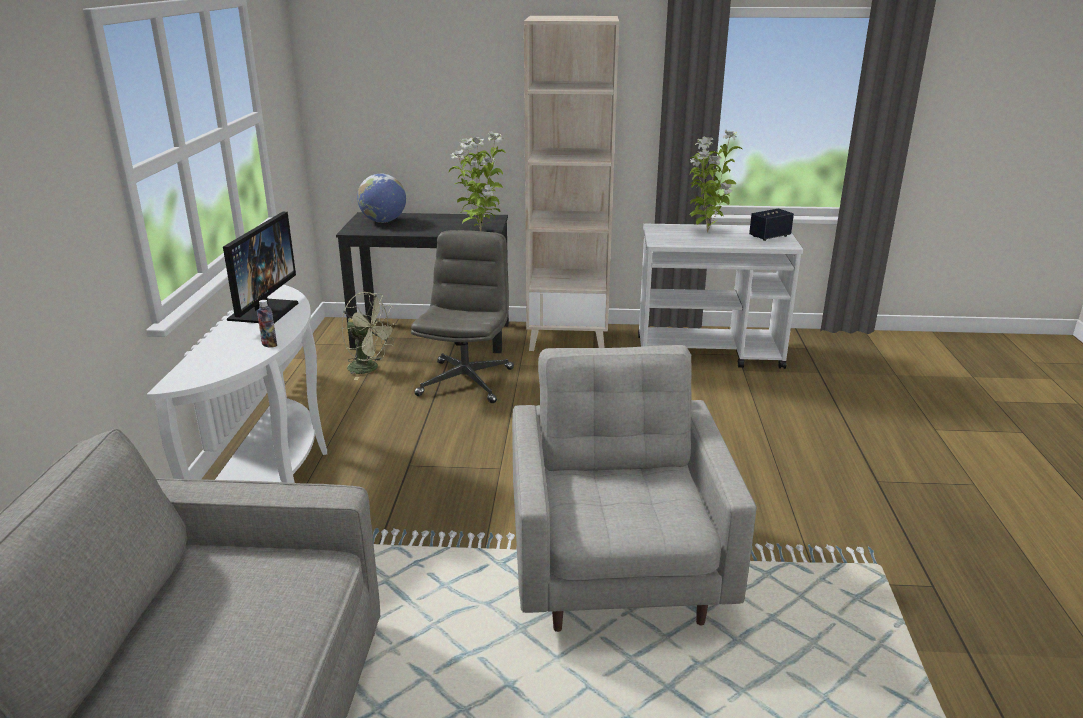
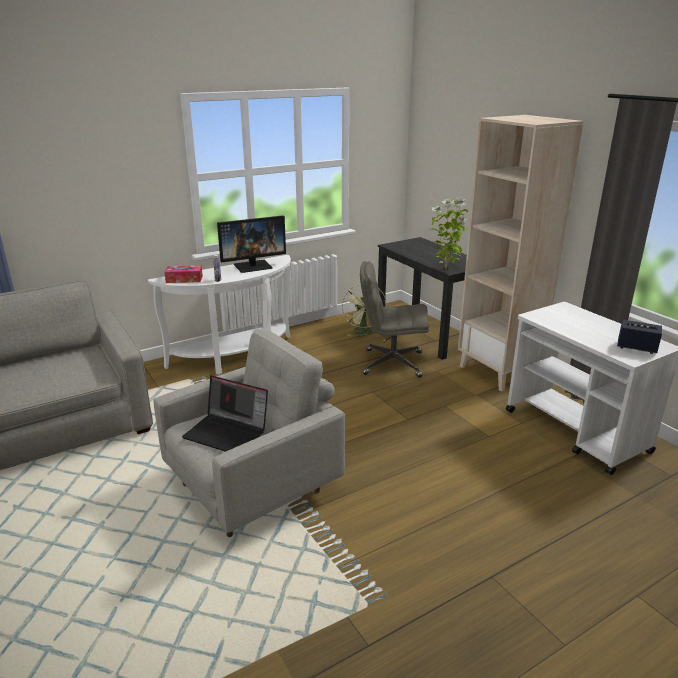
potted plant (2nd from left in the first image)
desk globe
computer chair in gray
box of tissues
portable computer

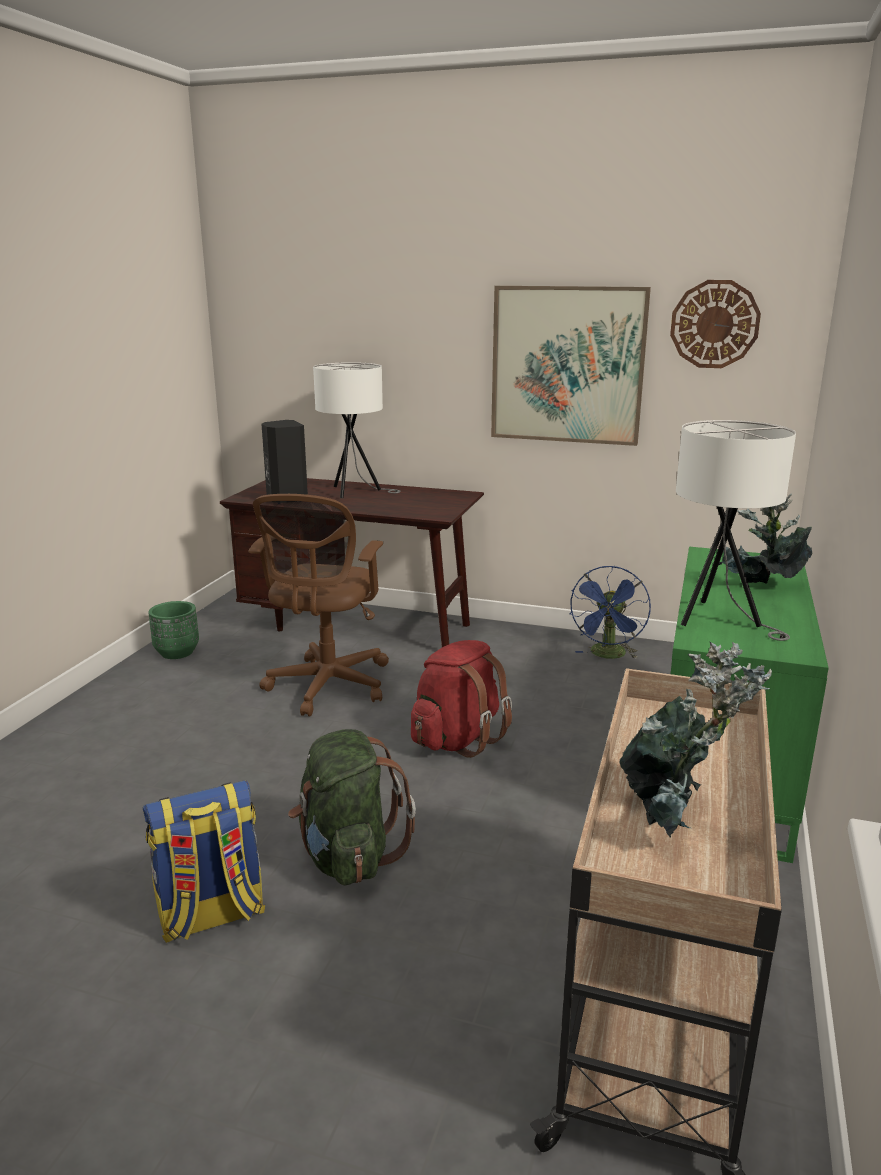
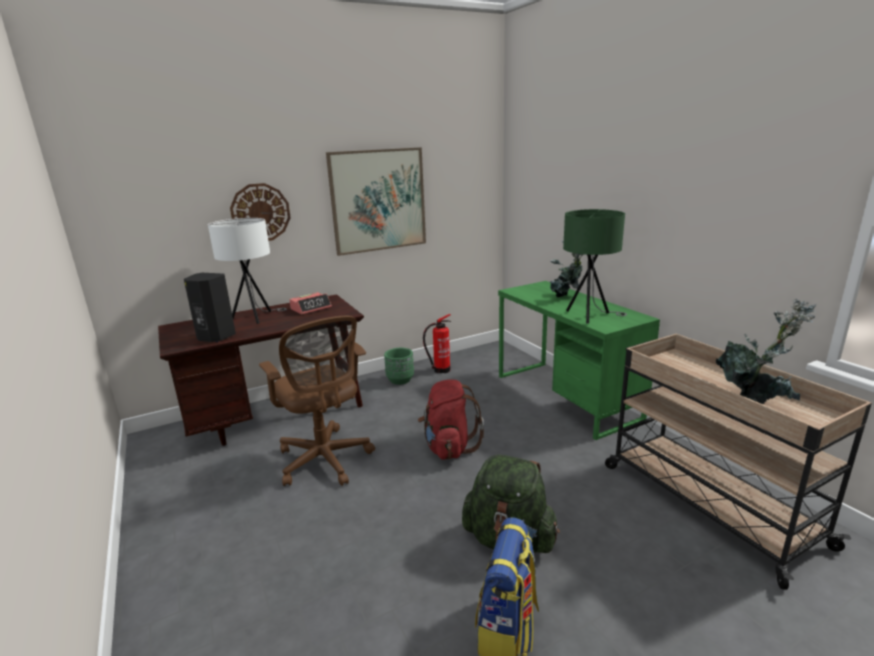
clock on the wall
table lamp in green-coloured
fire-fighting cylinder
flower pot in green-coloured
table clock

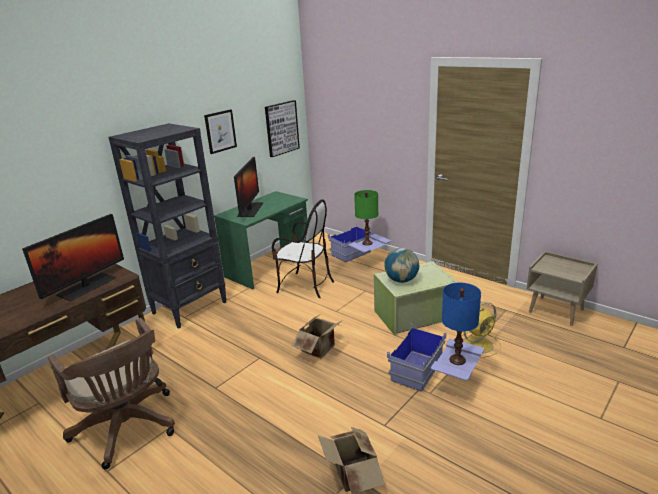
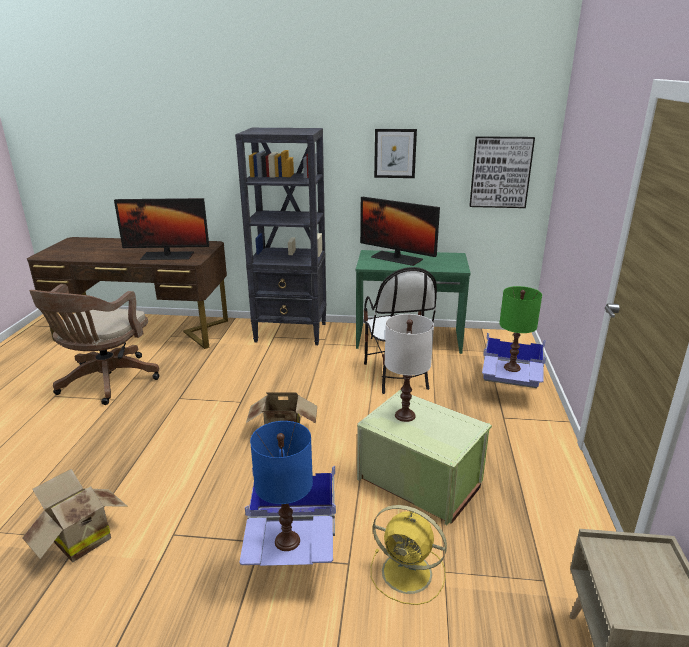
computer display (2nd from left)
table lamp in white

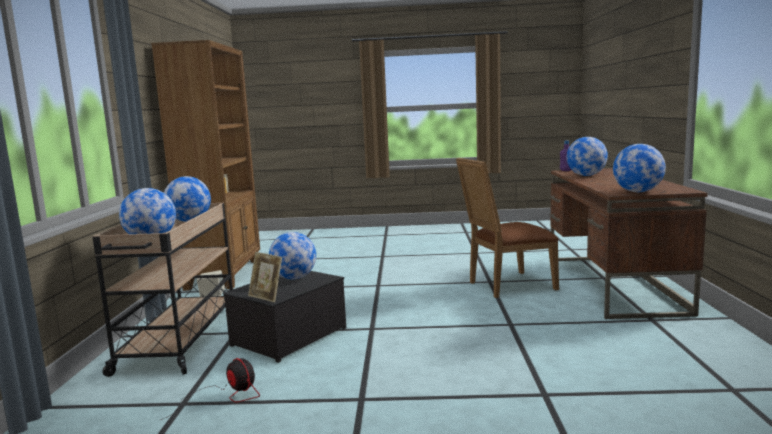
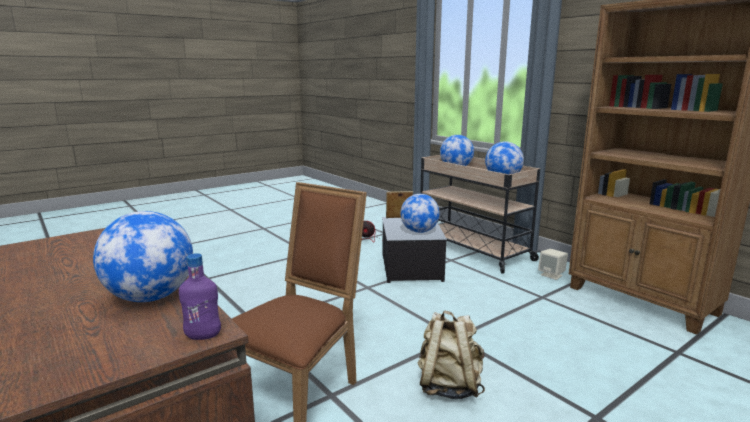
desk globe (5th from left in the first image)
backpack in beige

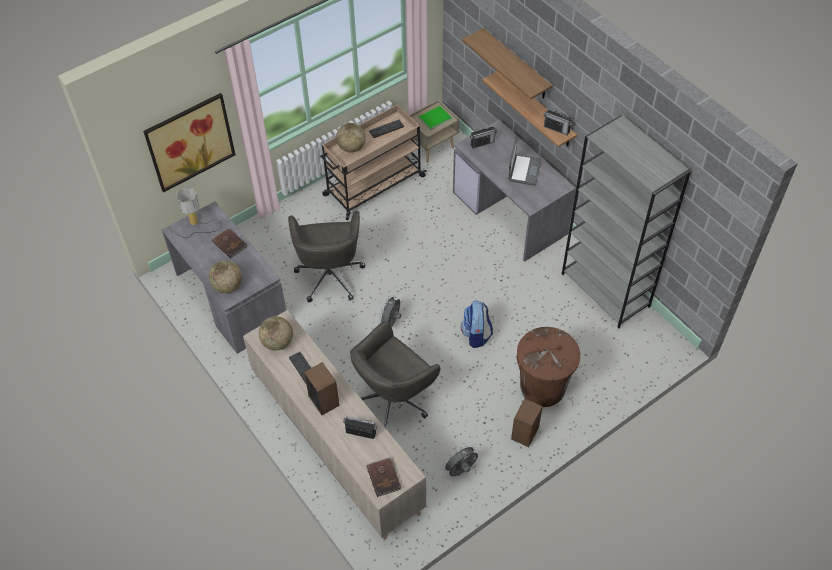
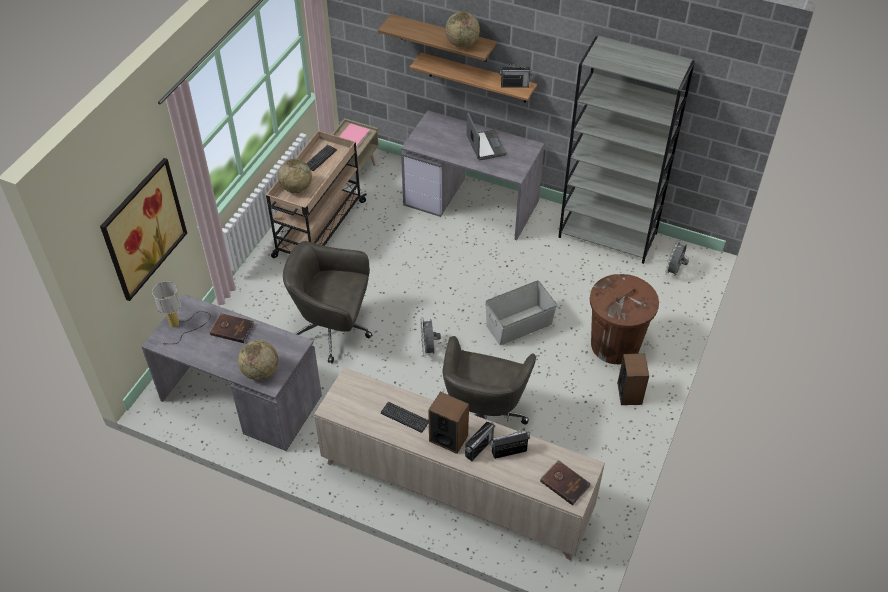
book in pink-coloured
radio set (1st from left)
computer chair in gray (1st from left)
storage bin in gray
desk globe (3rd from left)
cooling fan in gray (2nd from left)

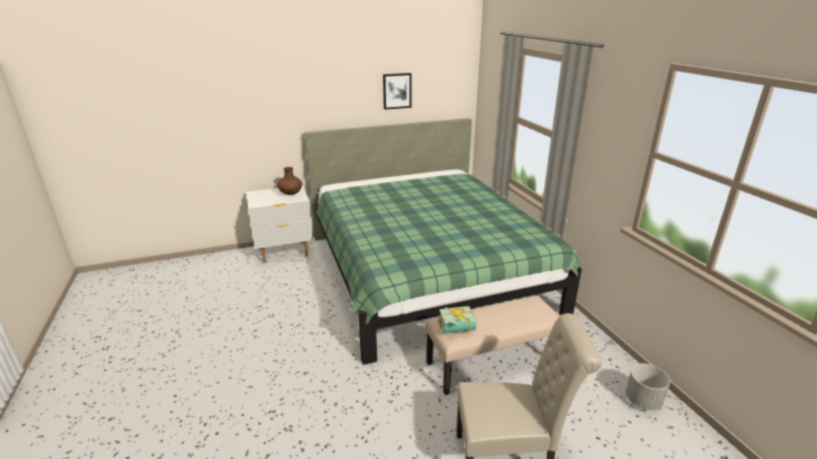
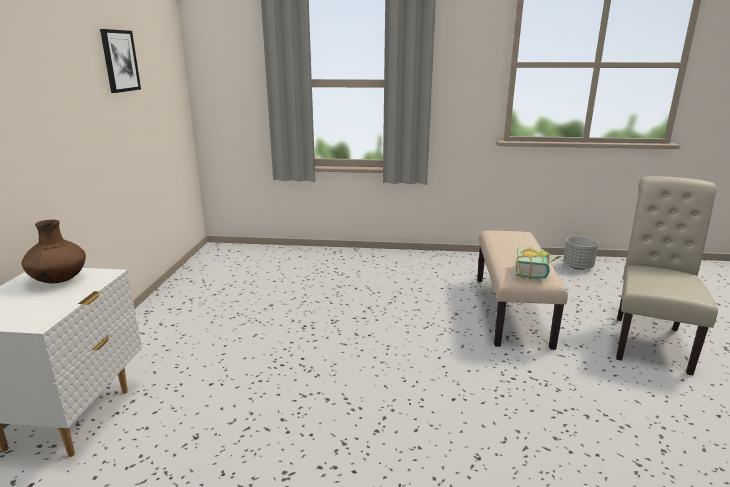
sleeping bed in green-coloured

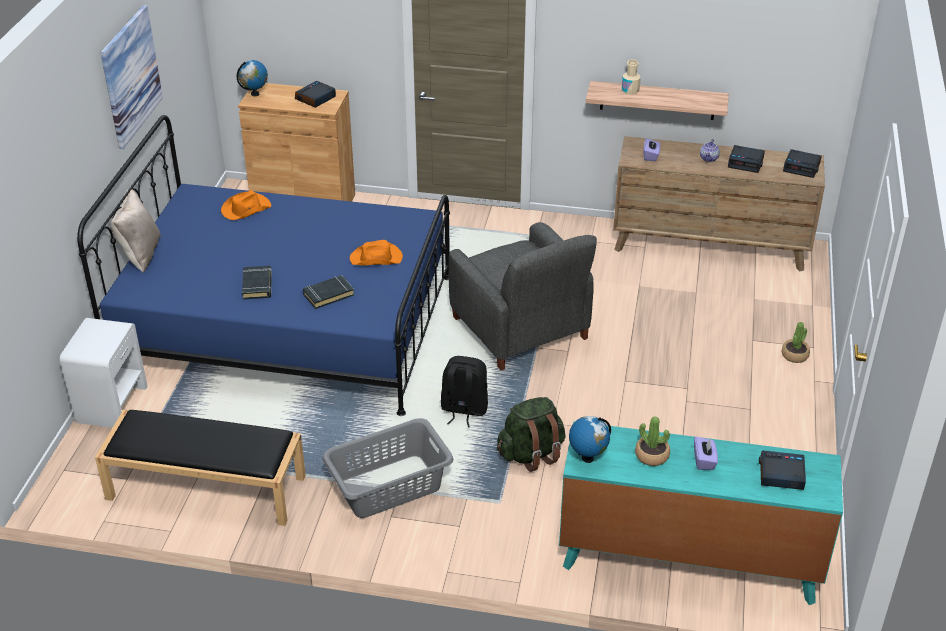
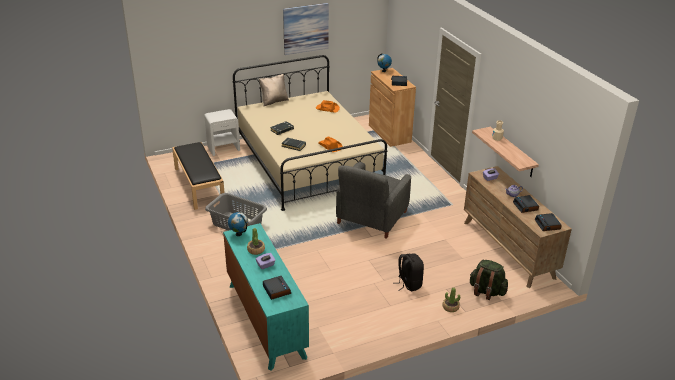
sleeping bed in beige
backpack in blackish
backpack in green-coloured

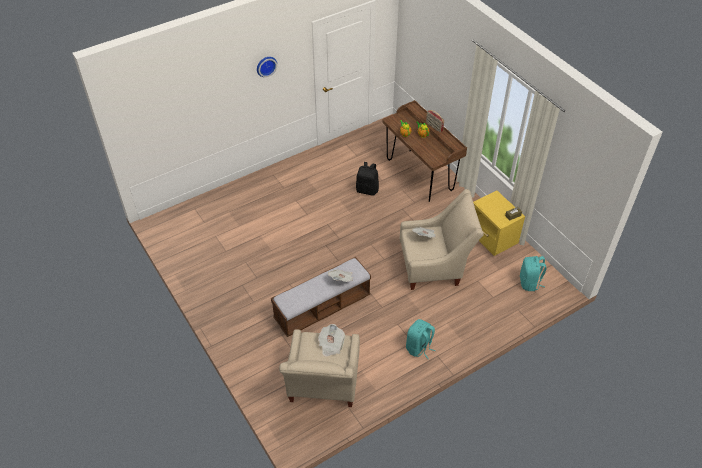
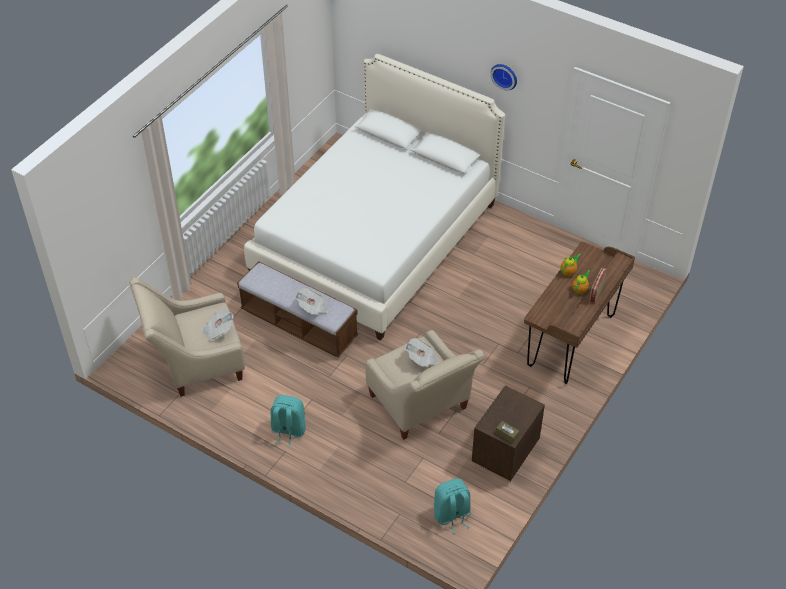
backpack in blackish
night table in brownish
sleeping bed in white

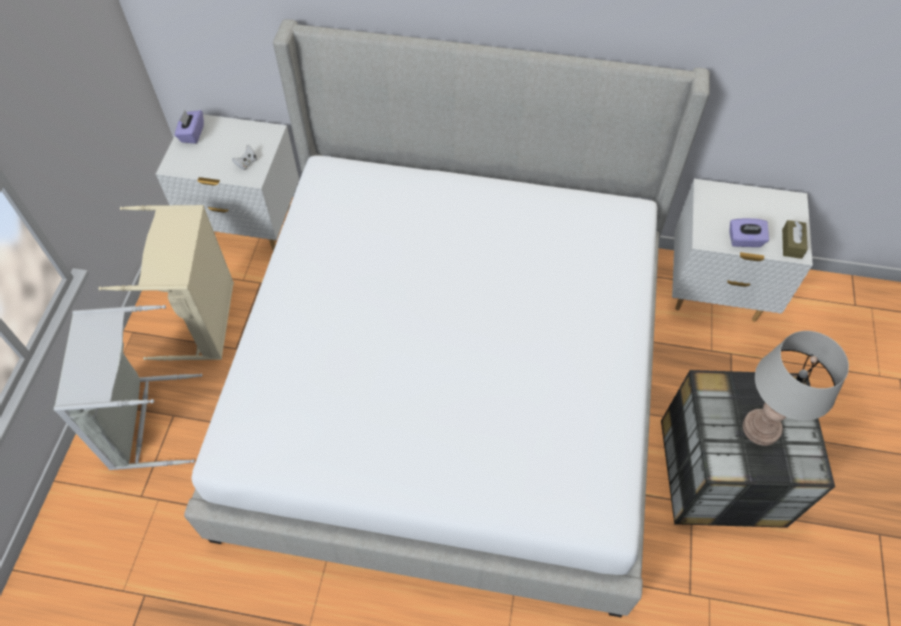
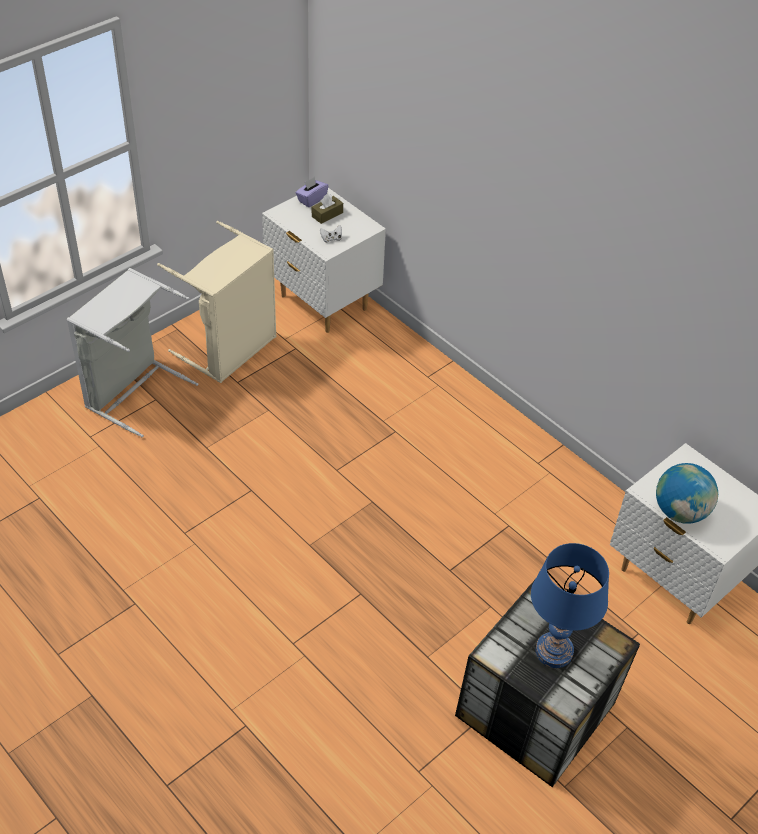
sleeping bed
desk globe
box of tissues in brownish
table lamp in blue-coloured

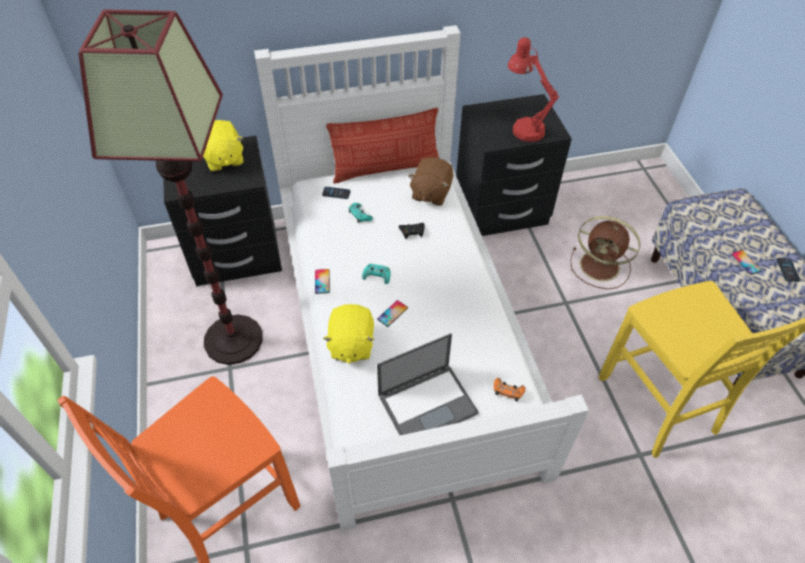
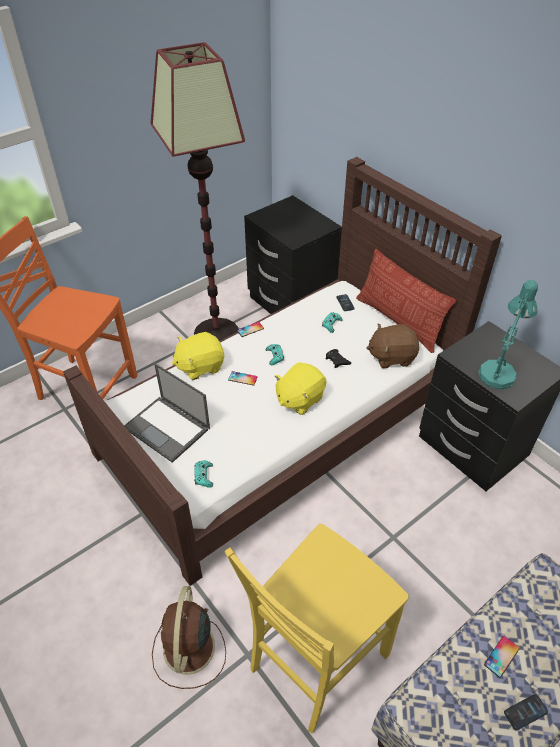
sleeping bed in brownish
table lamp in turquoise-coloured
soft toy in yellowish (2nd from left)
cooling fan in brownish
joypad in turquoise-coloured (1st from left)

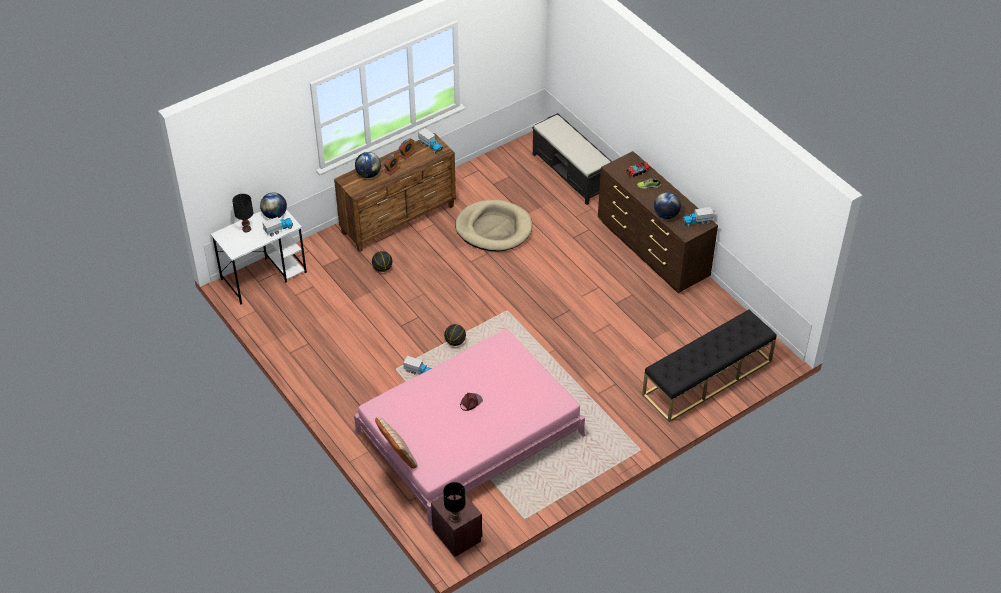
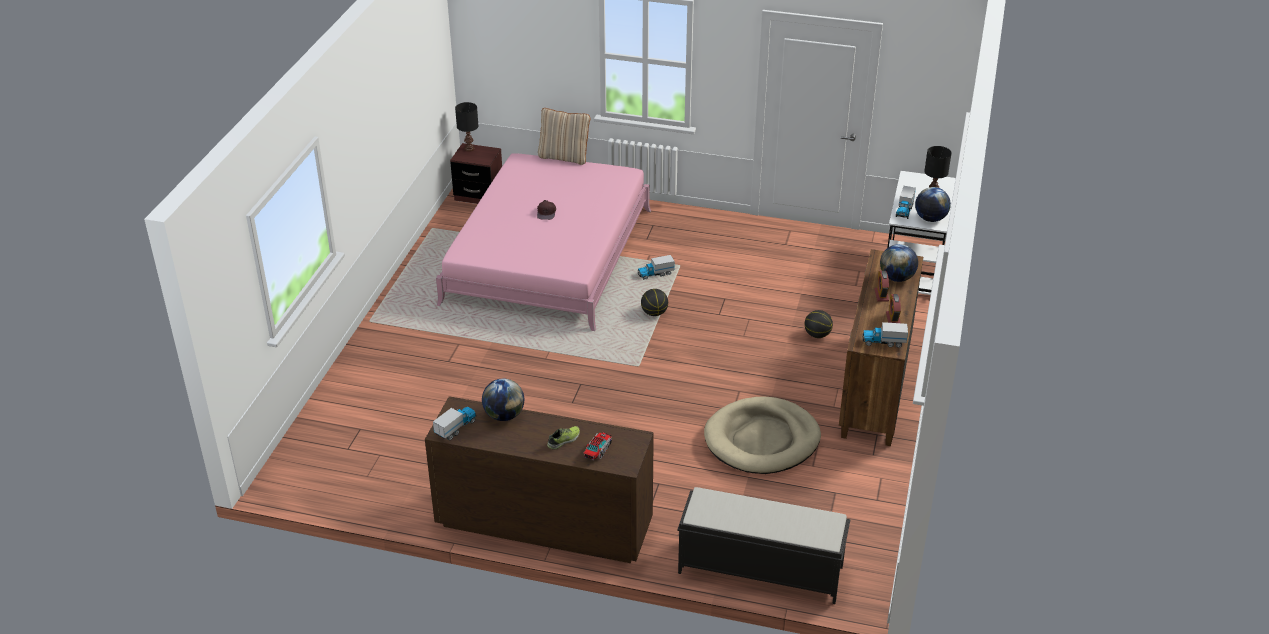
long seat in blackish (2nd from left in the first image)

